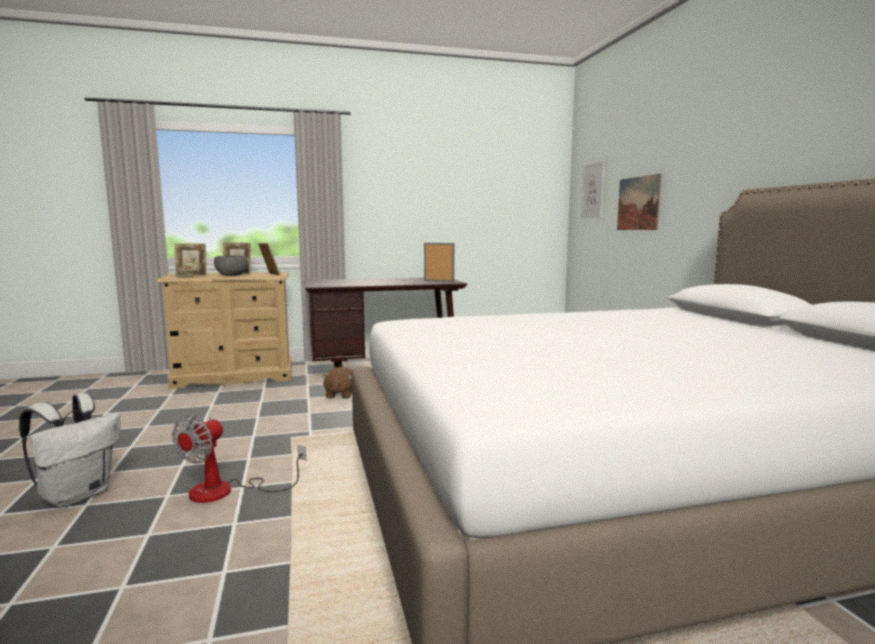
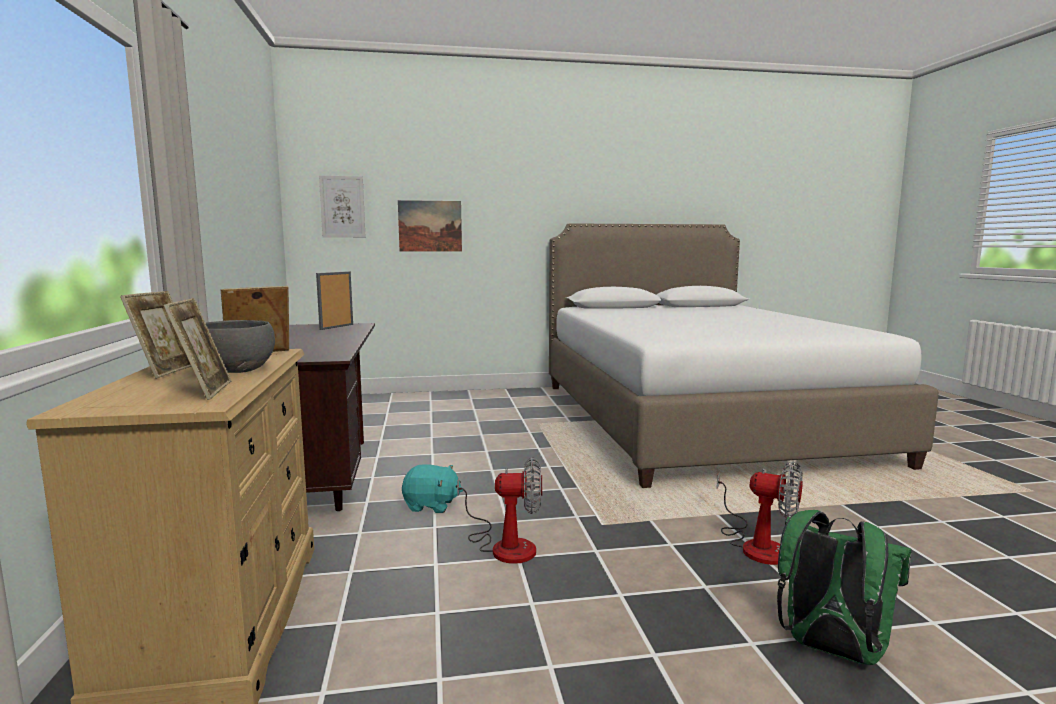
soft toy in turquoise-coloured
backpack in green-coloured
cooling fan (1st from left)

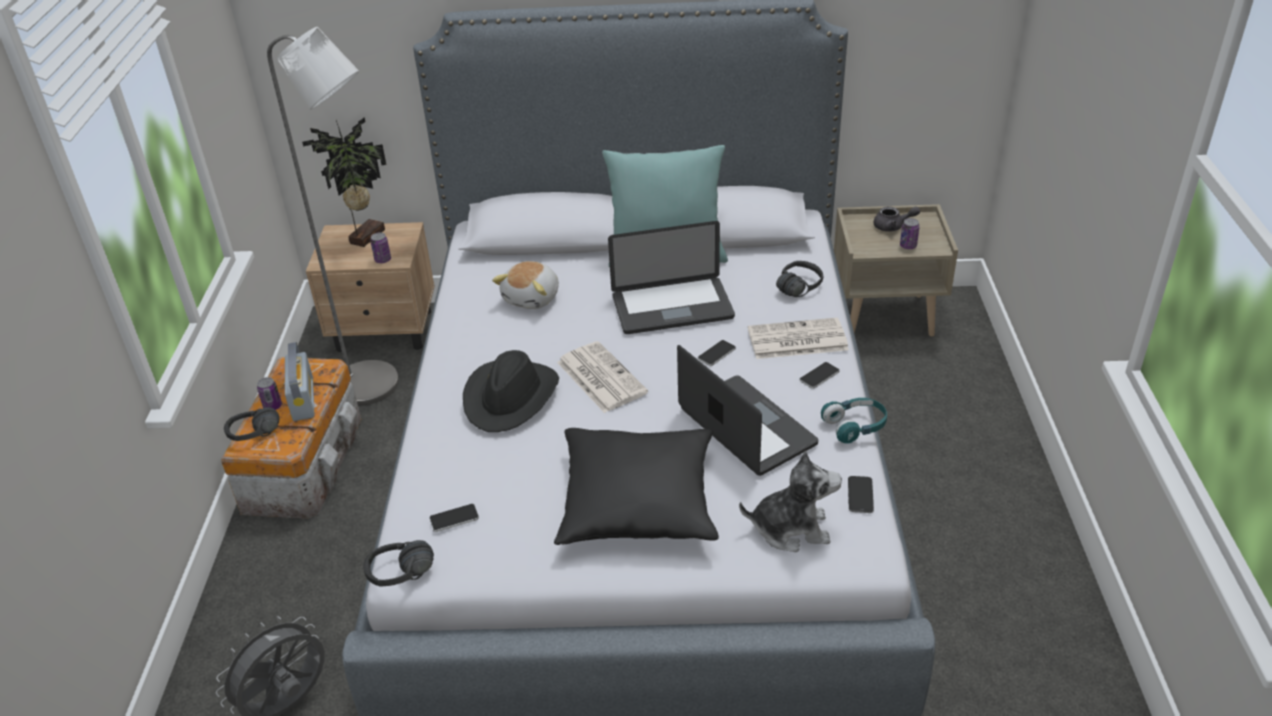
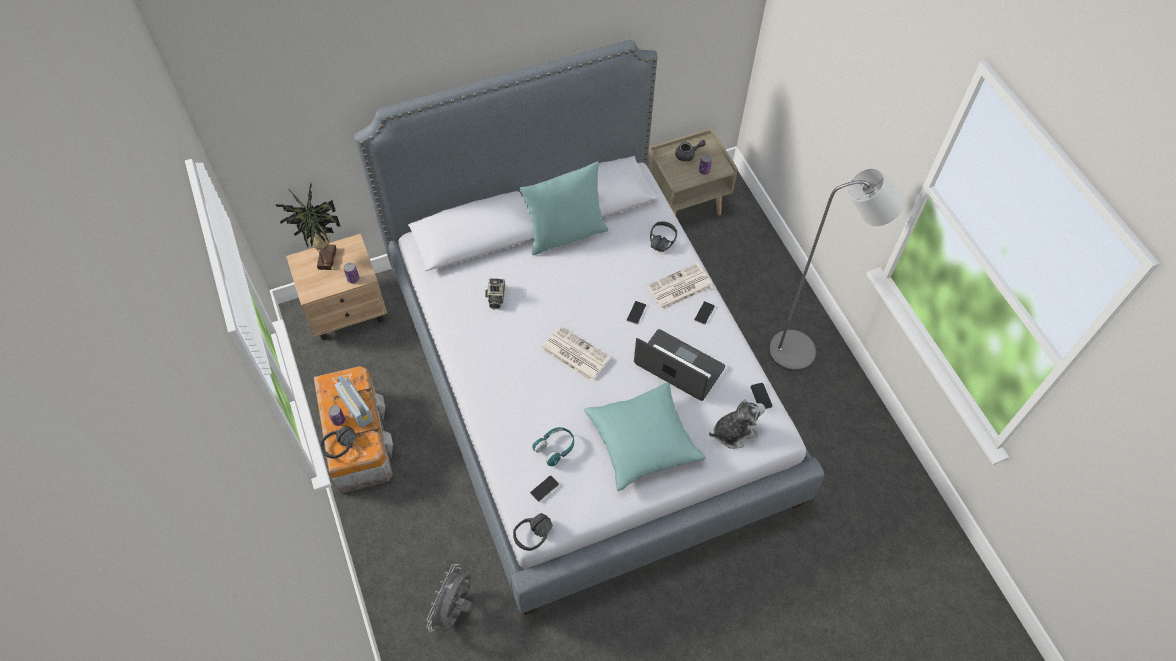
standard lamp in gray
portable computer (1st from left in the first image)
photo camera
clothing hat in blackish
headphones in turquoise-coloured
cushion in turquoise-coloured (2nd from left)

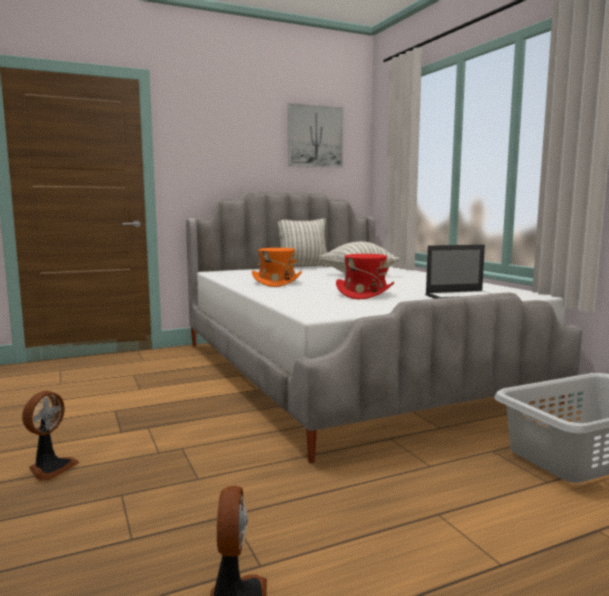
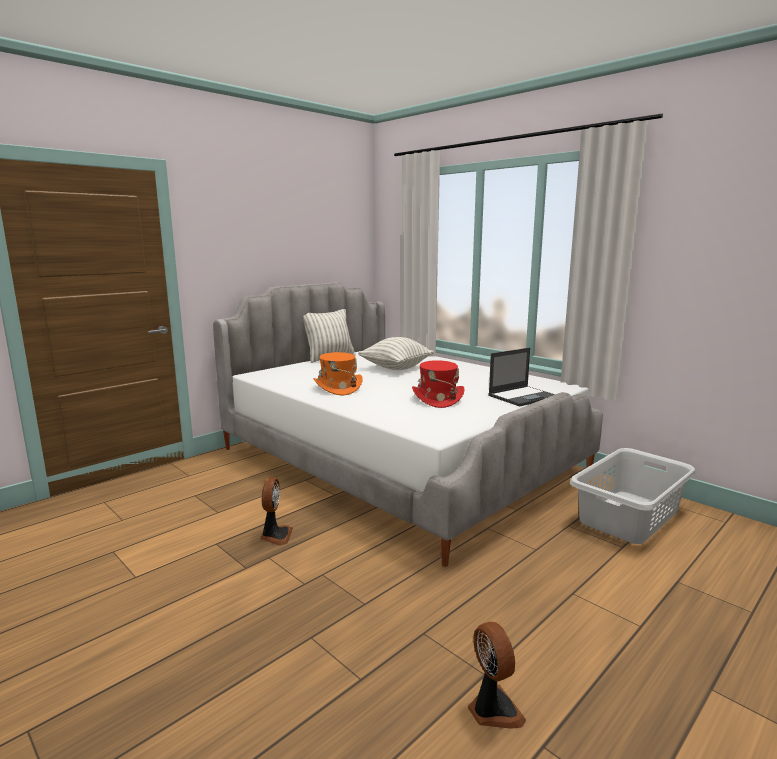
picture
cooling fan (1st from left)

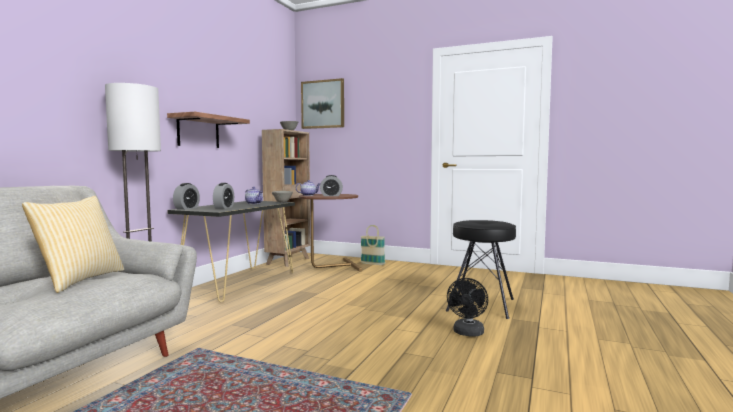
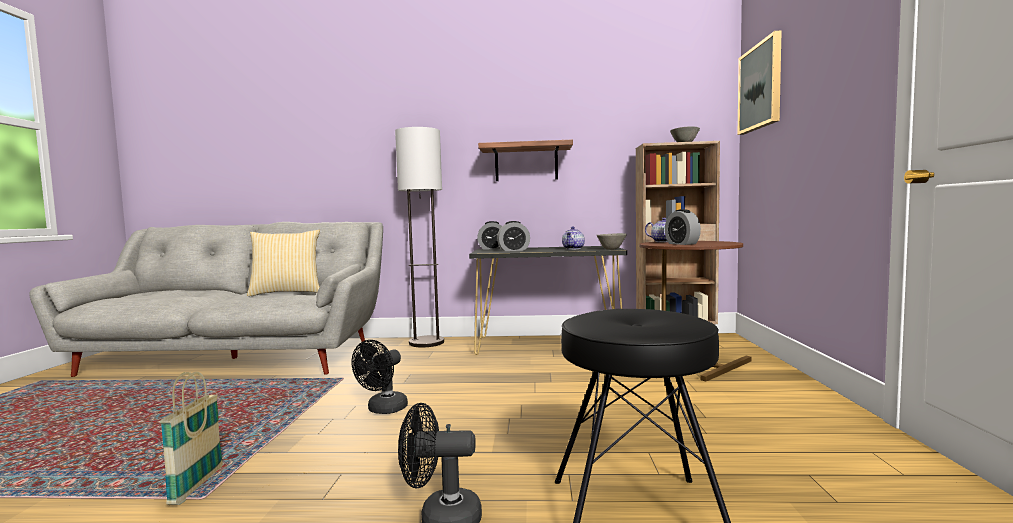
storage basket
cooling fan in blackish (1st from left)

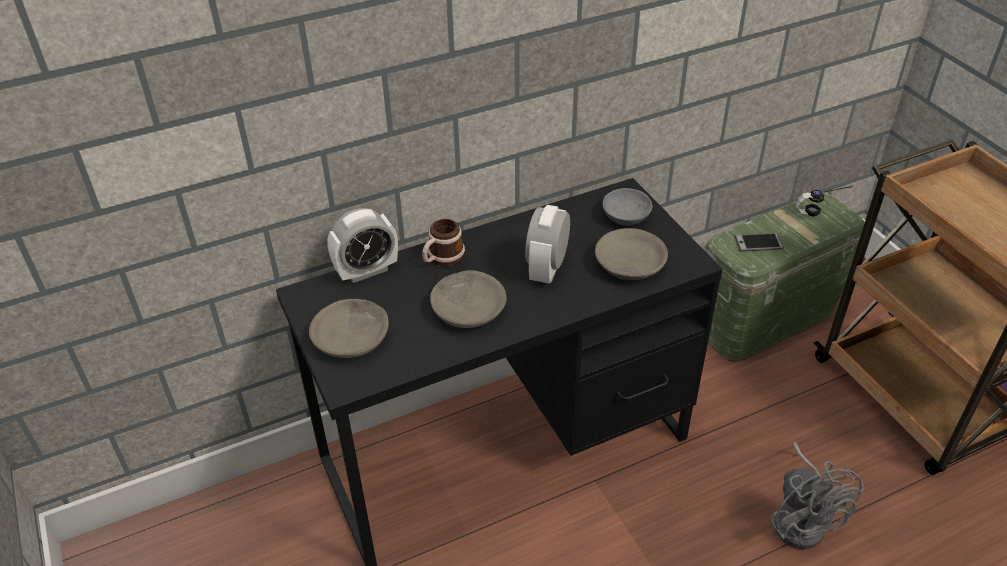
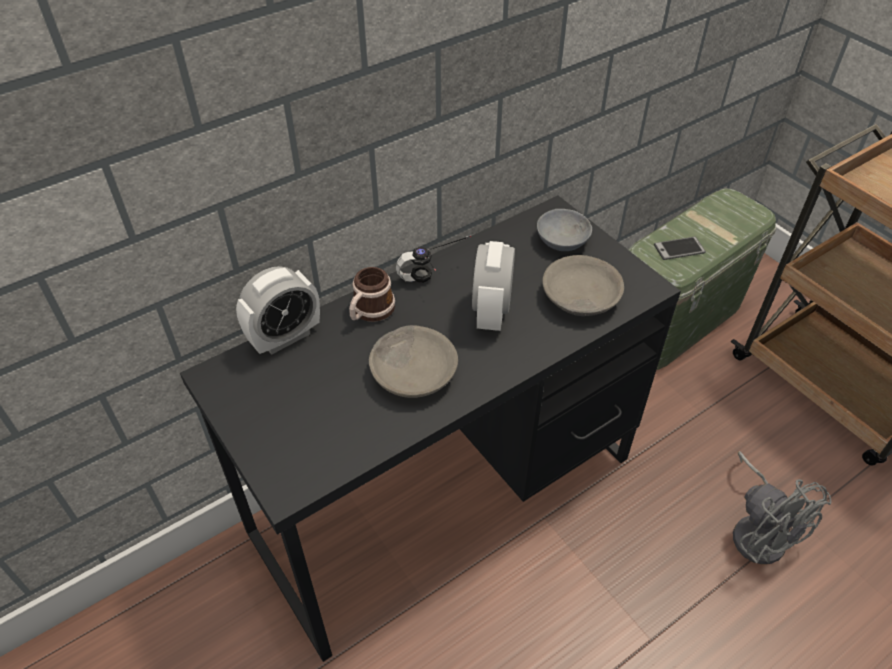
headphones
bowl in gray (1st from left in the first image)

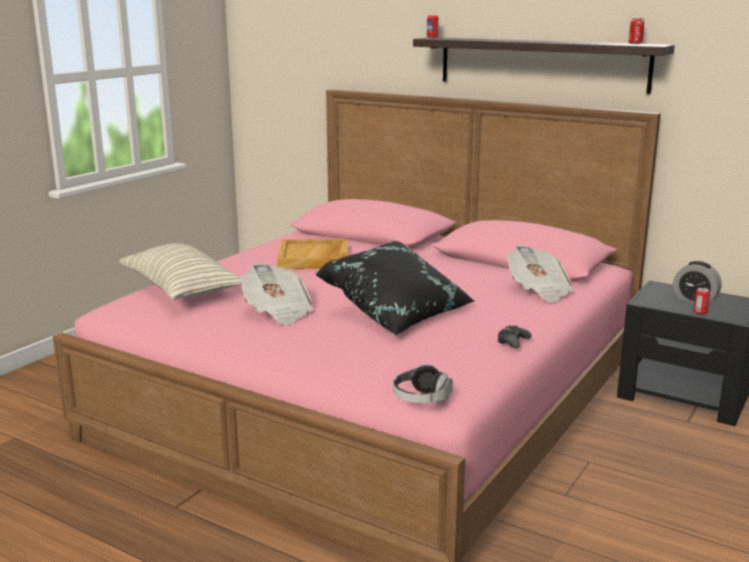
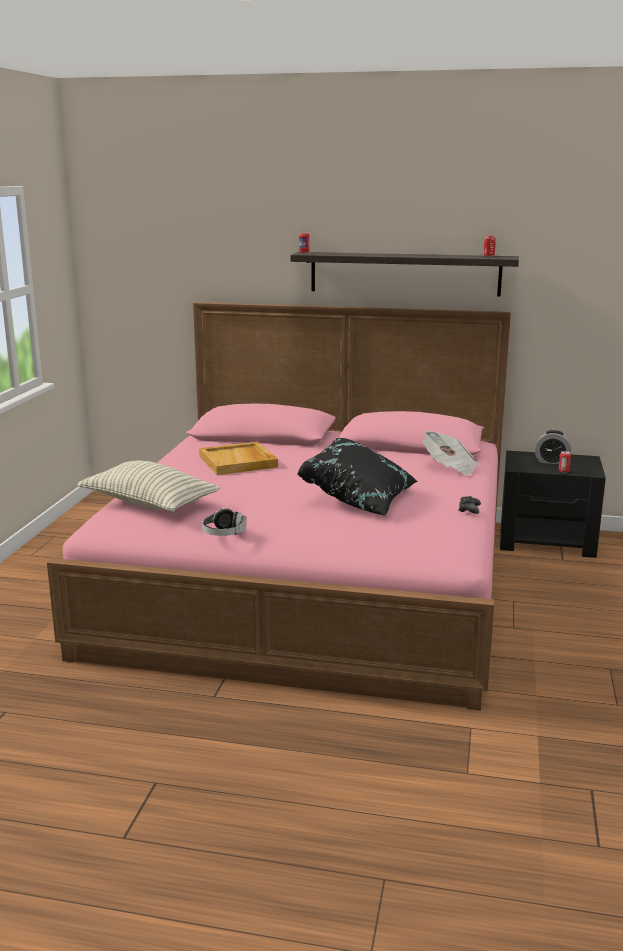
daily paper (1st from left in the first image)
headphones

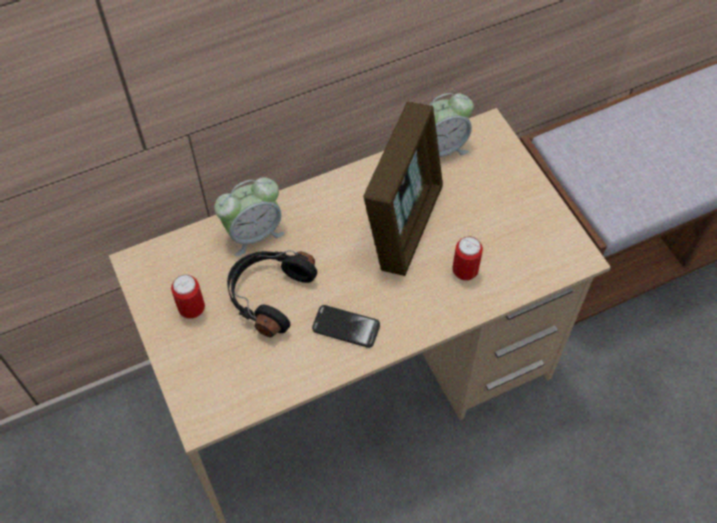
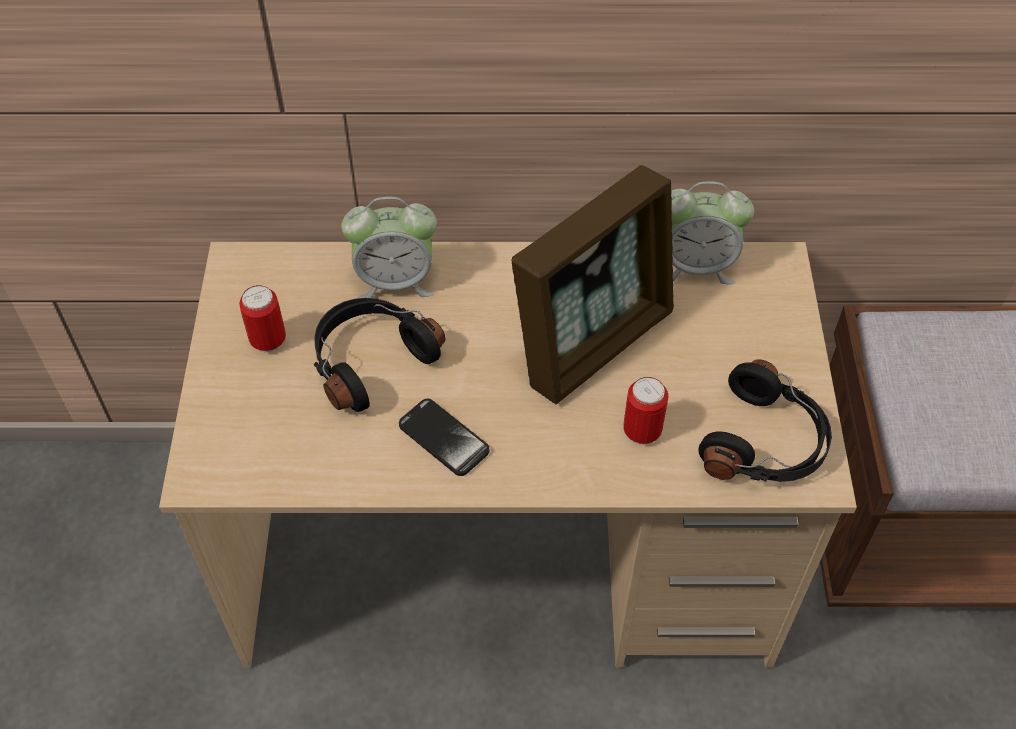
headphones in blackish (2nd from left)

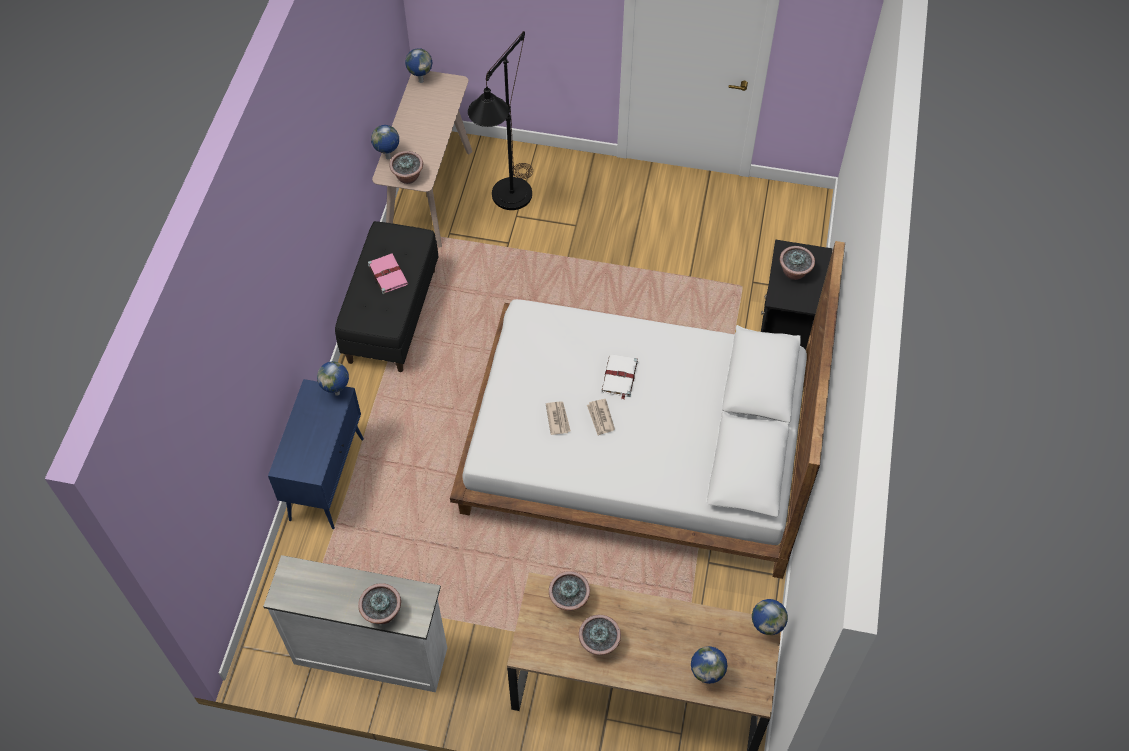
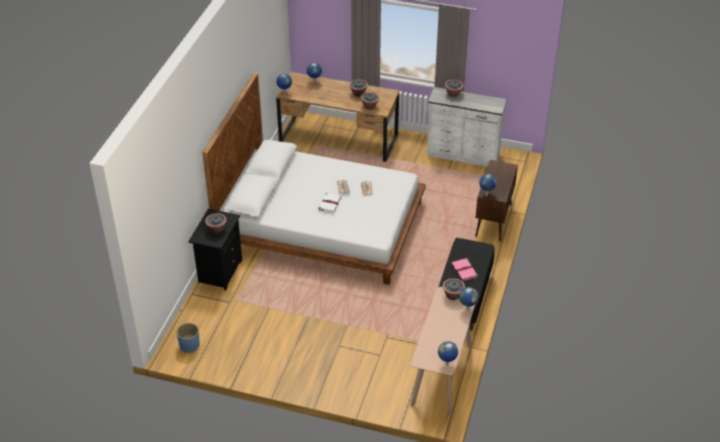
standard lamp in blackish
cupboard in brownish
flower pot in blue-coloured

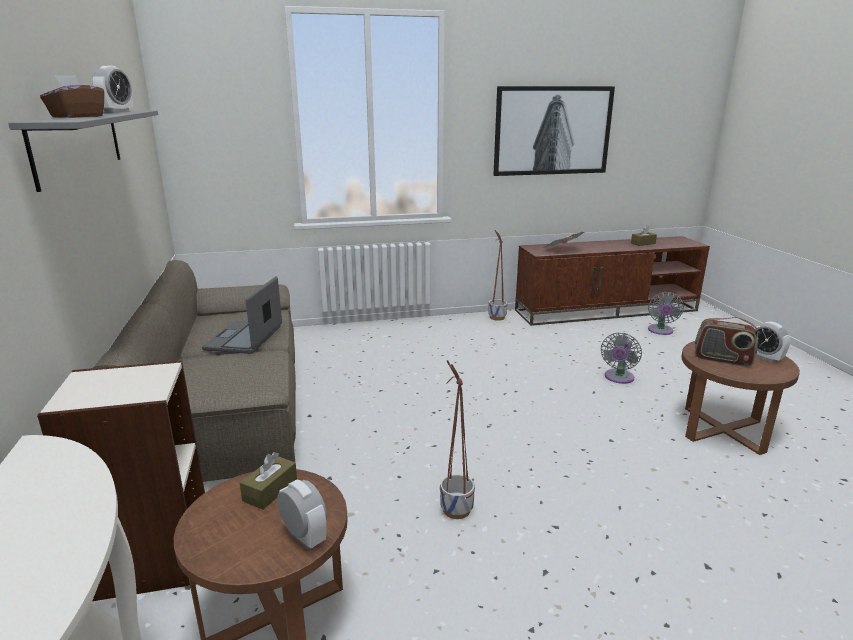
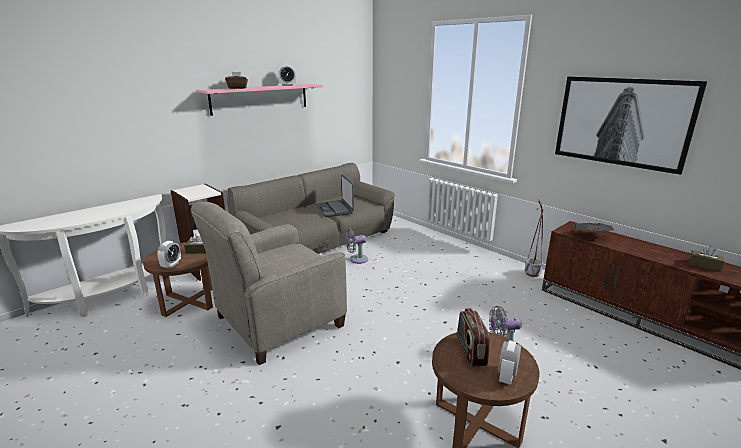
wall shelf in pink-coloured
portable computer
cooling fan in gray (1st from left)
easy chair in beige

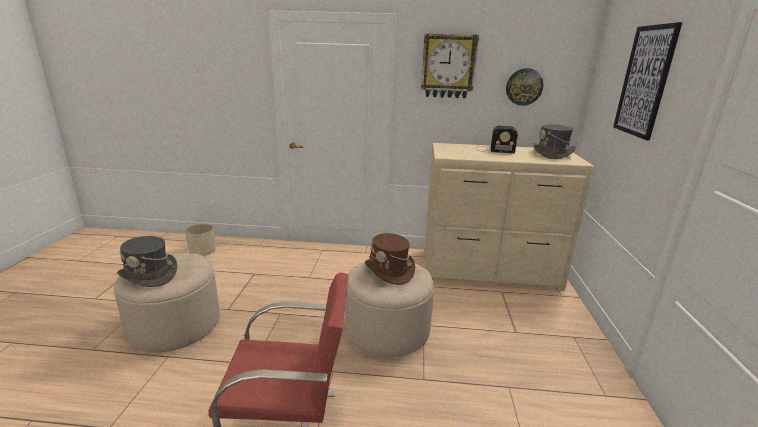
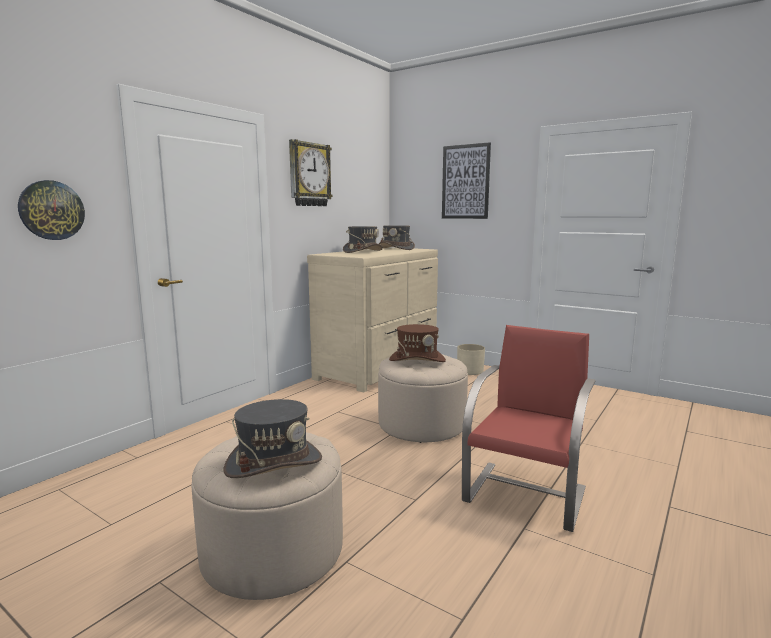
clock on the wall (1st from left)
clothing hat in gray (2nd from left)
flower pot in beige

